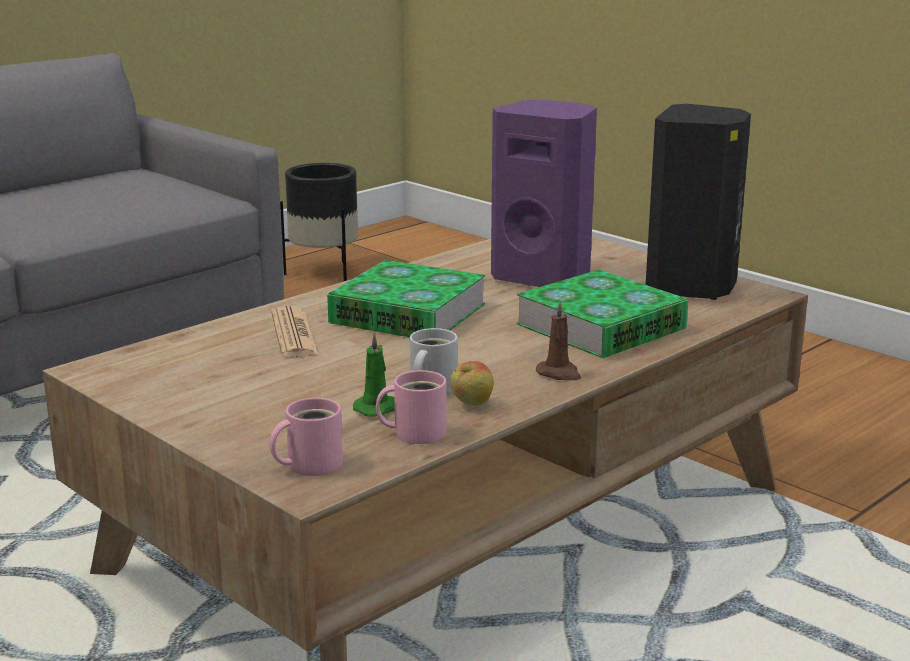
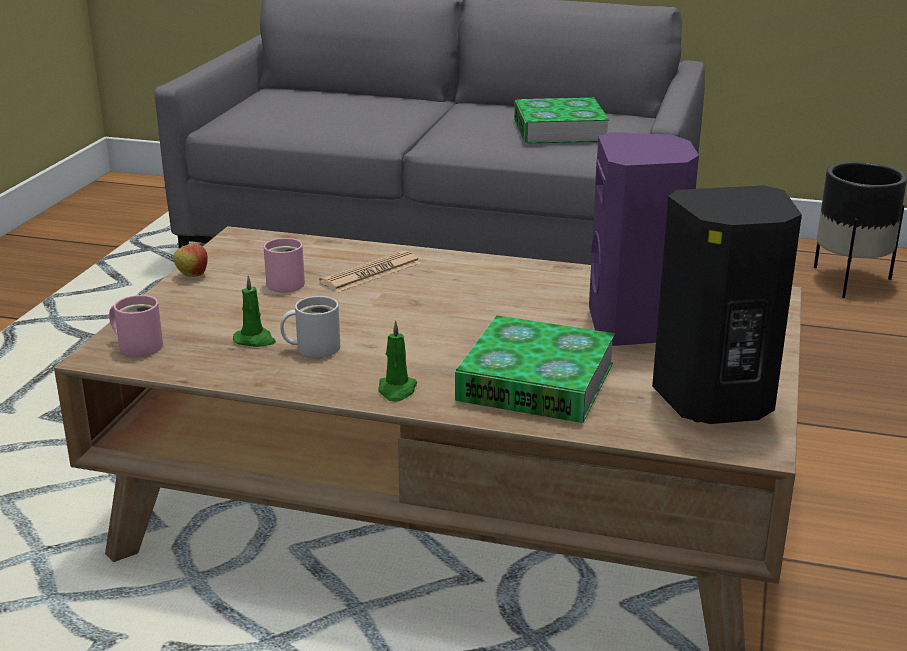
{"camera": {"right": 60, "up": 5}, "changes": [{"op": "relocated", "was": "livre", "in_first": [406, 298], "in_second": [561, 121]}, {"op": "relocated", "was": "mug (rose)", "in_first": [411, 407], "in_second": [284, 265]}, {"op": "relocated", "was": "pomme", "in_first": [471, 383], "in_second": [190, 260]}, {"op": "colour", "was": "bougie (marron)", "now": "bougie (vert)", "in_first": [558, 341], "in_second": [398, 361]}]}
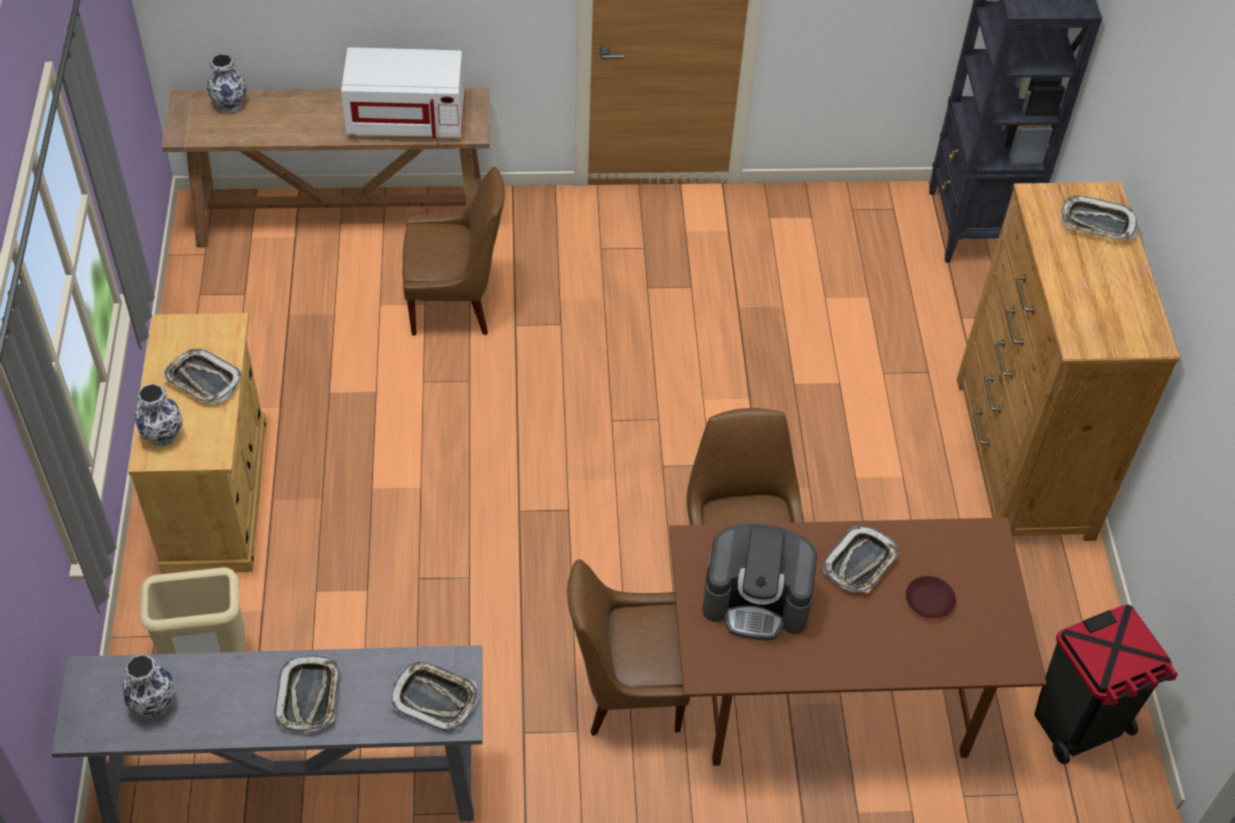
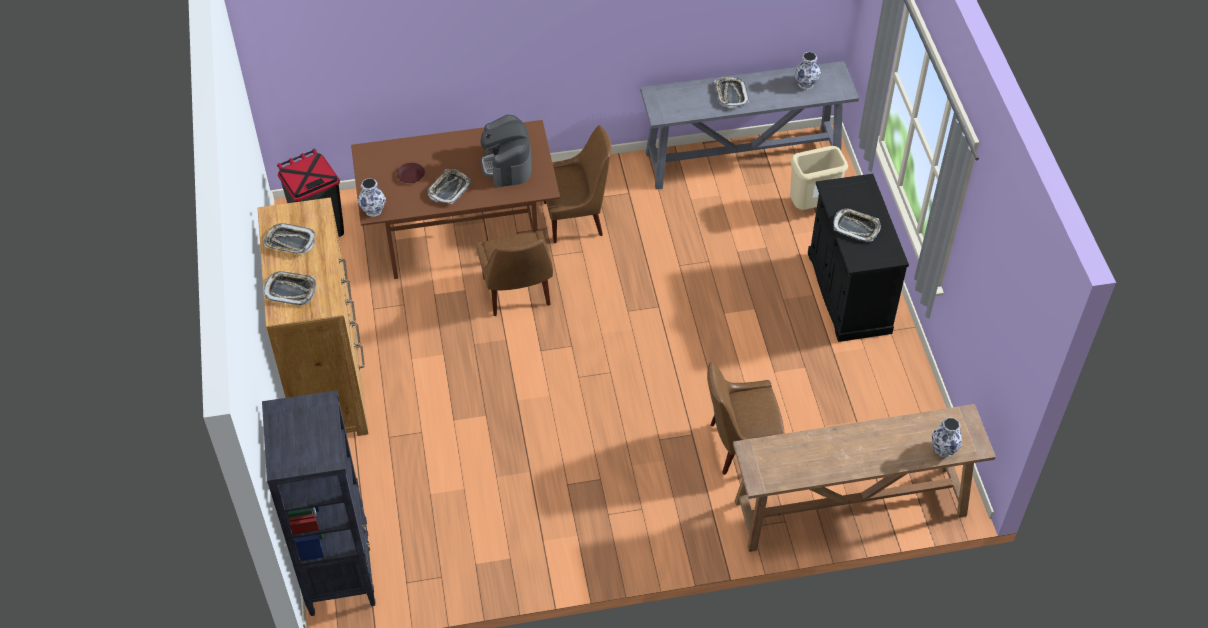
{"camera": {"right": 175, "up": 0}, "changes": [{"op": "missing", "was": "micro-ondes (blanc)", "in_first": [403, 93]}, {"op": "relocated", "was": "vase", "in_first": [158, 415], "in_second": [372, 197]}, {"op": "relocated", "was": "plateau", "in_first": [434, 696], "in_second": [289, 238]}, {"op": "colour", "was": "meuble de rangement (beige)", "now": "meuble de rangement (noir)", "in_first": [197, 443], "in_second": [858, 258]}, {"op": "spun", "was": "machine à café", "in_first": [759, 582], "in_second": [506, 151], "clockwise": -105}]}
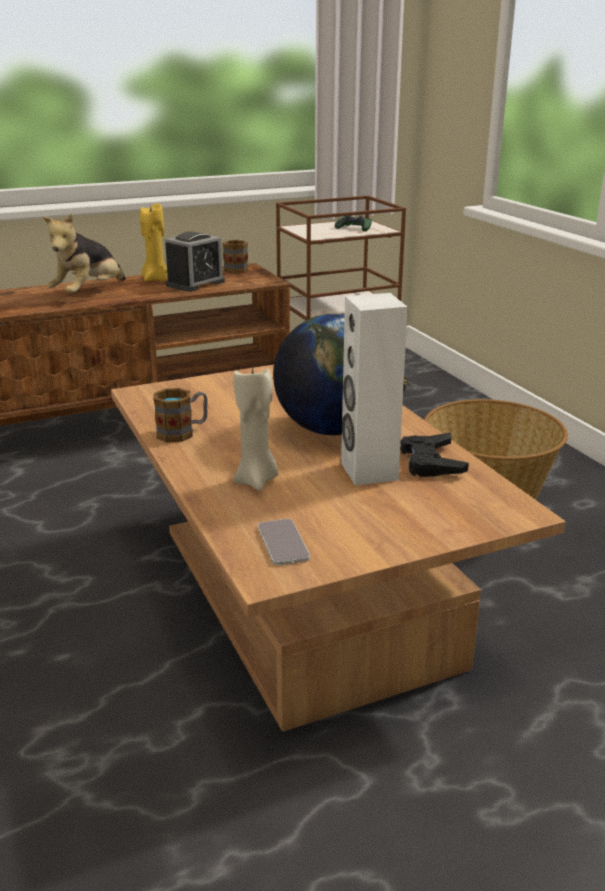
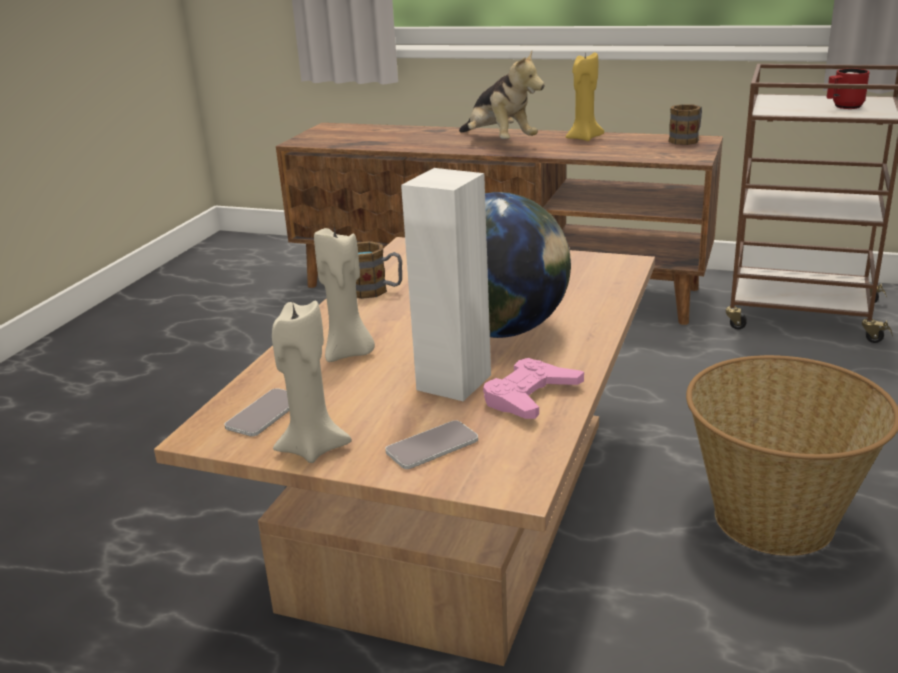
{"camera": {"right": 45, "up": 0}, "changes": [{"op": "missing", "was": "réveil", "in_first": [195, 261]}, {"op": "appeared", "now": "bougie (beige)", "in_second": [312, 381]}, {"op": "appeared", "now": "téléphone", "in_second": [431, 444]}, {"op": "exchanged", "was": "manette (vert)", "now": "mug (rouge)", "in_first": [353, 223], "in_second": [848, 88]}, {"op": "colour", "was": "manette (noir)", "now": "manette (rose)", "in_first": [434, 455], "in_second": [533, 388]}, {"op": "spun", "was": "peluche", "in_first": [84, 253], "in_second": [502, 95], "clockwise": -105}]}
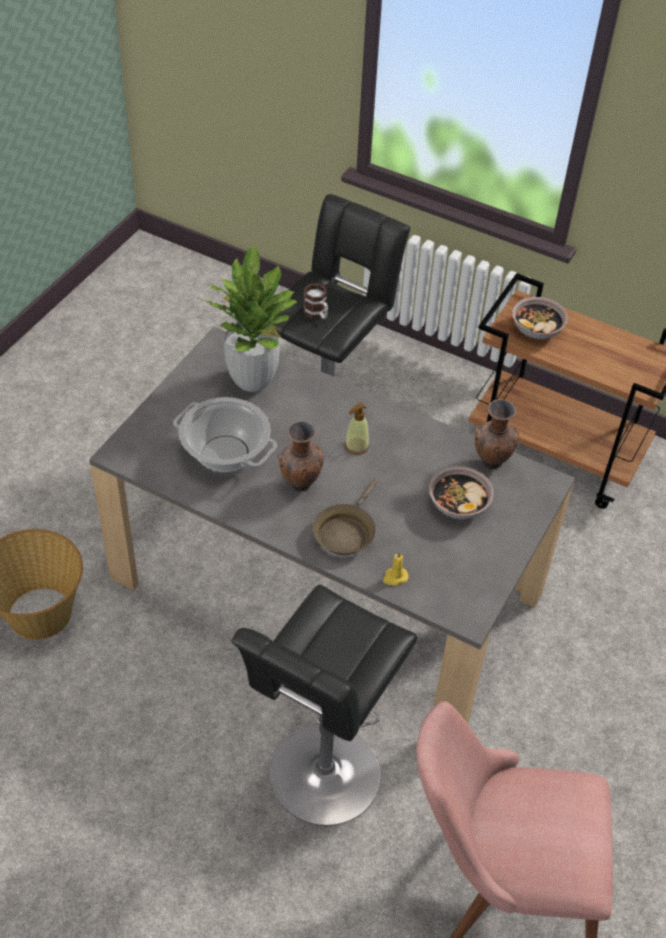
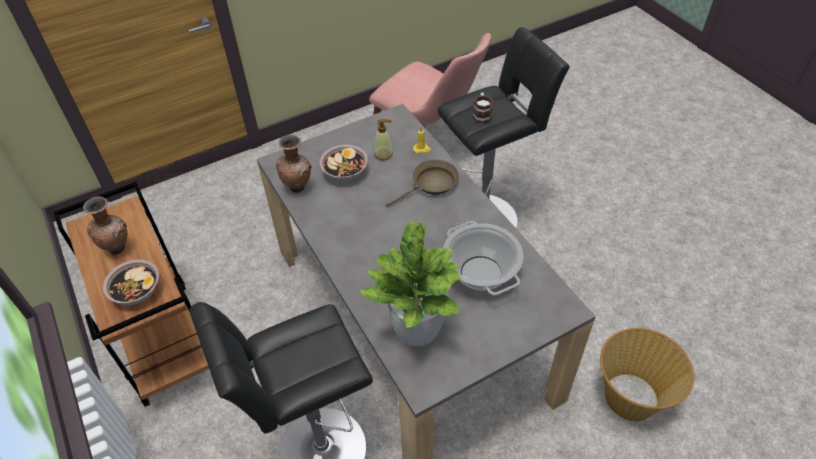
{"camera": {"right": -145, "up": 0}, "changes": [{"op": "relocated", "was": "vase (marron)", "in_first": [301, 456], "in_second": [105, 225]}, {"op": "relocated", "was": "mug", "in_first": [315, 301], "in_second": [483, 108]}, {"op": "relocated", "was": "distributeur de savon", "in_first": [357, 429], "in_second": [383, 139]}]}
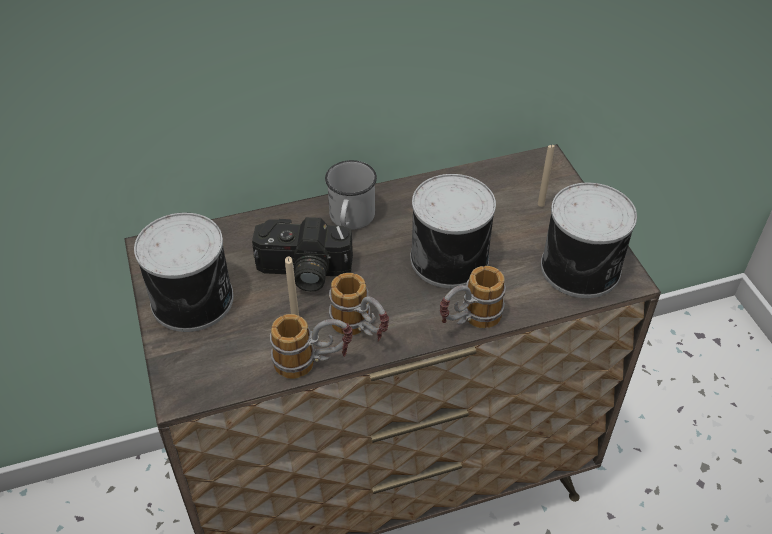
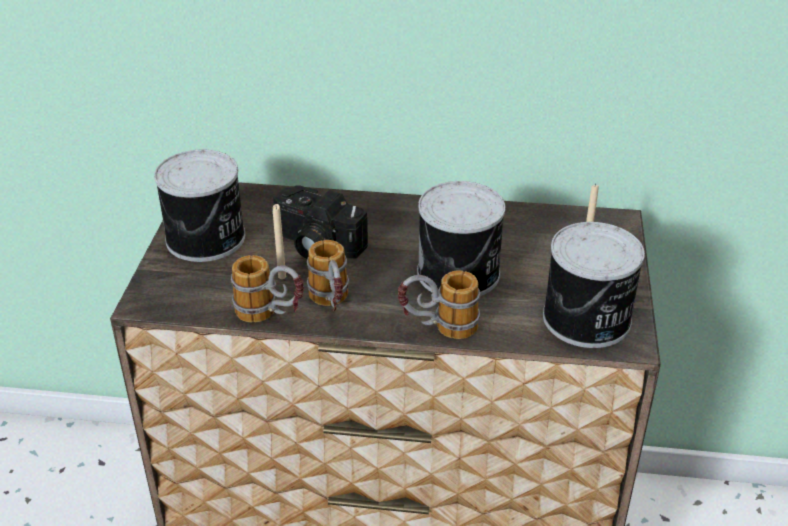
{"camera": {"right": 25, "up": -10}, "changes": [{"op": "missing", "was": "mug (blanc)", "in_first": [351, 195]}]}
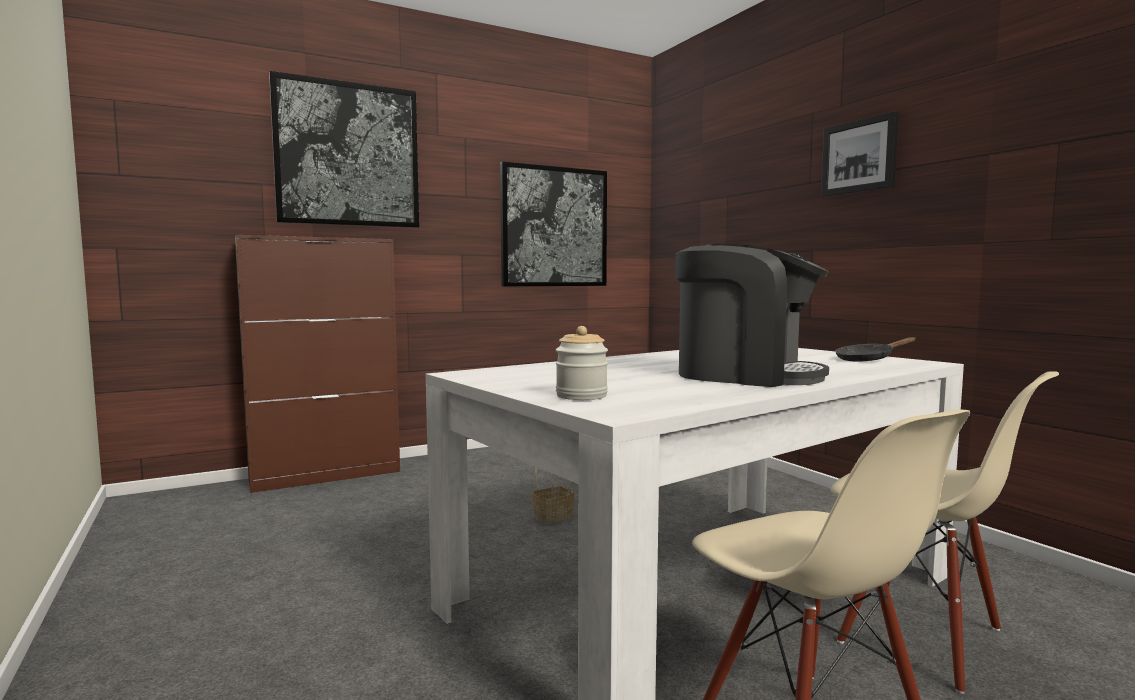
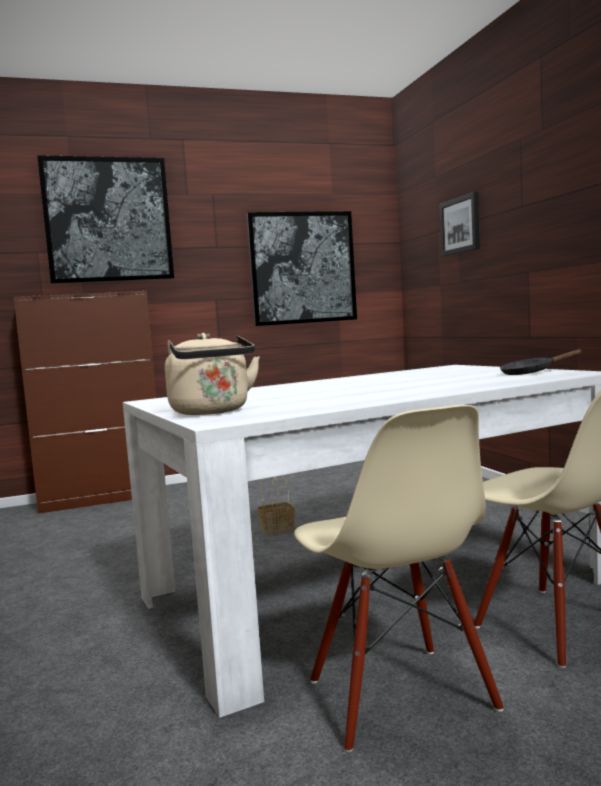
{"camera": {"right": 10, "up": 0}, "changes": [{"op": "missing", "was": "machine à café", "in_first": [752, 315]}, {"op": "relocated", "was": "tableau", "in_first": [860, 154], "in_second": [459, 224]}, {"op": "exchanged", "was": "bocal", "now": "bouilloire (beige)", "in_first": [582, 363], "in_second": [212, 374]}]}
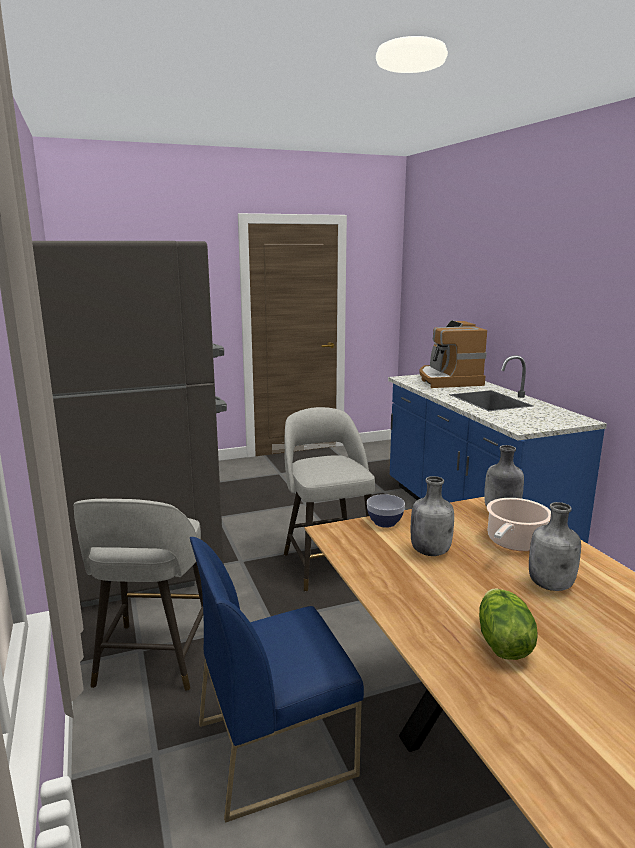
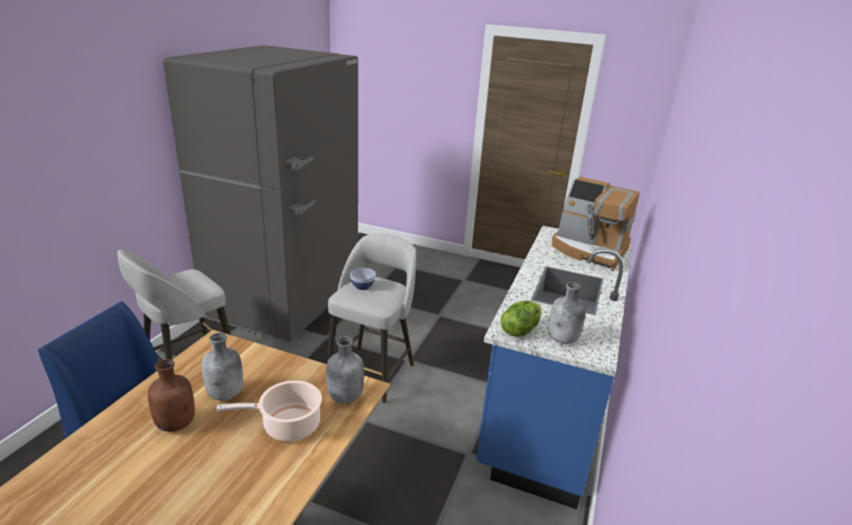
{"camera": {"right": 40, "up": 10}, "changes": [{"op": "appeared", "now": "bouteille (marron)", "in_second": [171, 395]}, {"op": "relocated", "was": "bol", "in_first": [386, 511], "in_second": [363, 279]}, {"op": "relocated", "was": "laitue", "in_first": [508, 624], "in_second": [521, 318]}, {"op": "relocated", "was": "bouteille (gris)", "in_first": [555, 546], "in_second": [567, 313]}, {"op": "spun", "was": "machine à café", "in_first": [453, 354], "in_second": [596, 224], "clockwise": -90}]}
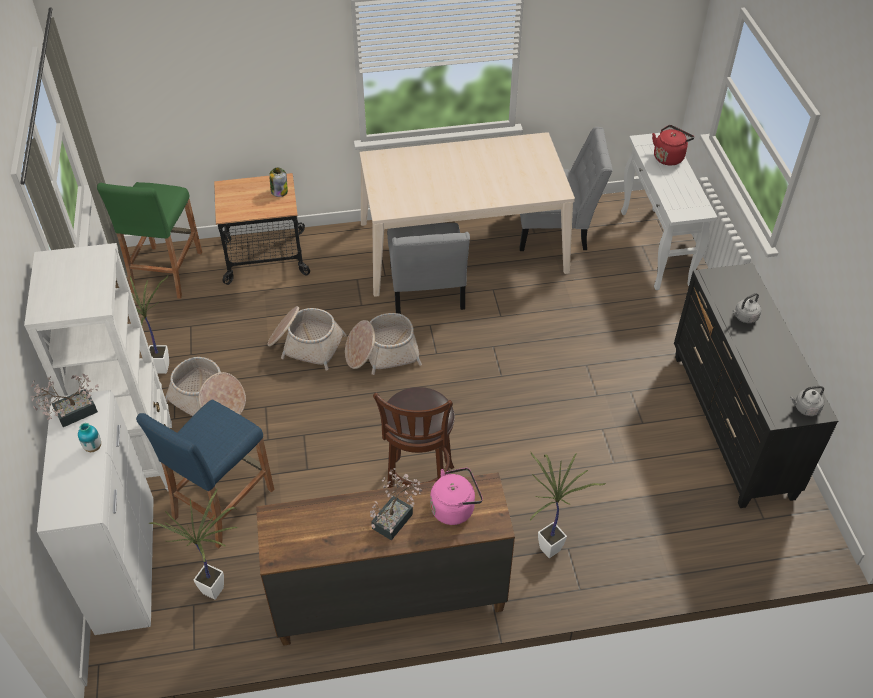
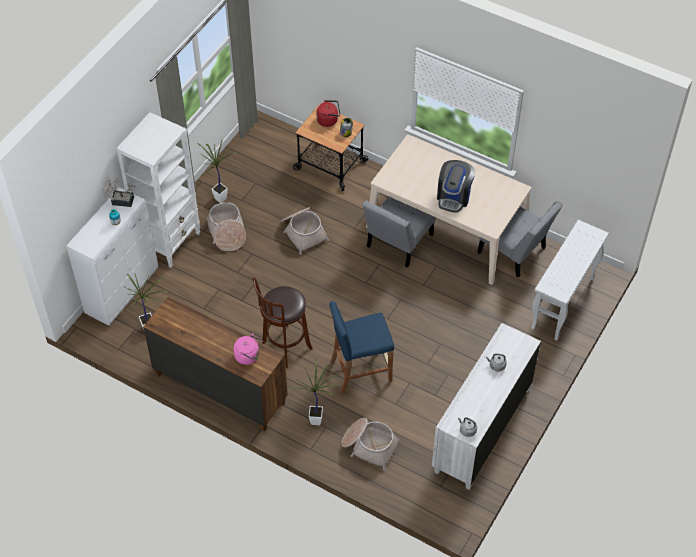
{"camera": {"right": 40, "up": 5}, "changes": [{"op": "missing", "was": "tabouret (vert)", "in_first": [149, 240]}, {"op": "missing", "was": "plante en pot", "in_first": [396, 504]}, {"op": "appeared", "now": "machine à café", "in_second": [456, 186]}, {"op": "relocated", "was": "tabouret (bleu)", "in_first": [205, 474], "in_second": [361, 347]}, {"op": "relocated", "was": "panier", "in_first": [383, 344], "in_second": [370, 444]}, {"op": "relocated", "was": "bouilloire (rouge)", "in_first": [673, 145], "in_second": [328, 113]}, {"op": "colour", "was": "commode (noir)", "now": "commode (blanc)", "in_first": [756, 385], "in_second": [486, 406]}]}
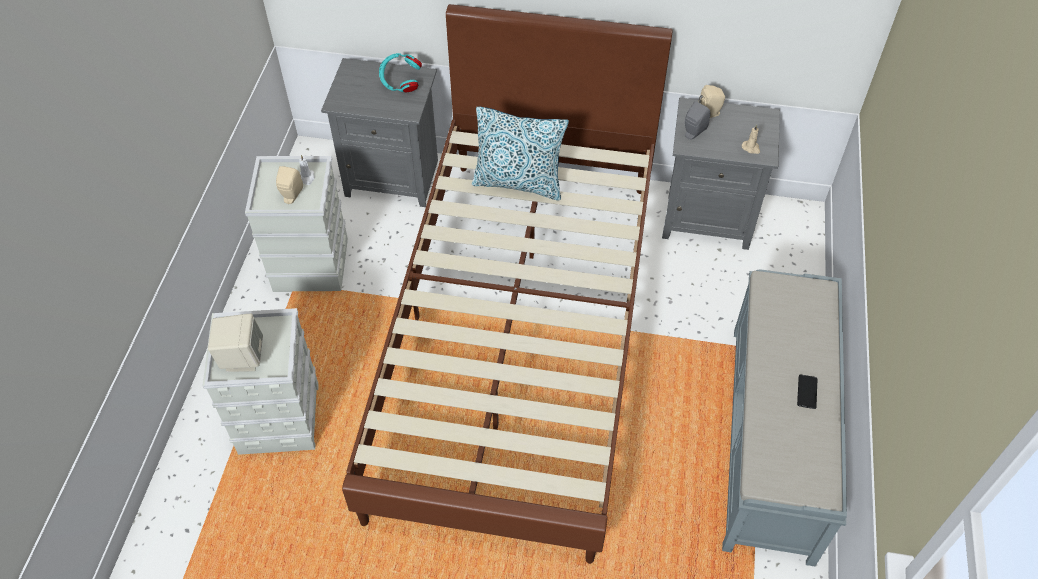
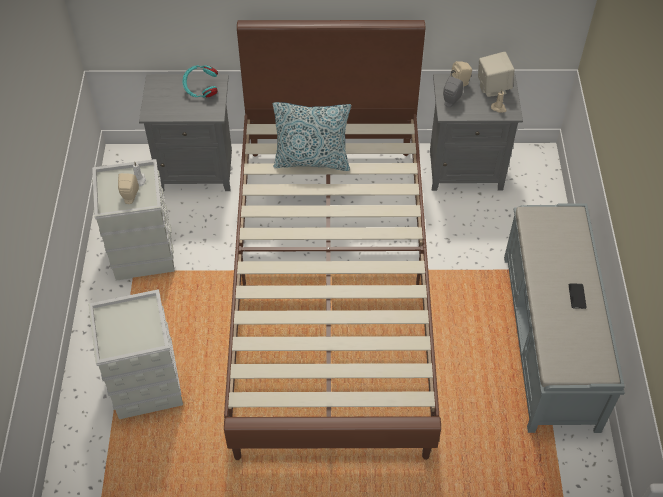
{"camera": {"right": -10, "up": 0}, "changes": [{"op": "relocated", "was": "enceinte (beige)", "in_first": [235, 343], "in_second": [496, 74]}]}
